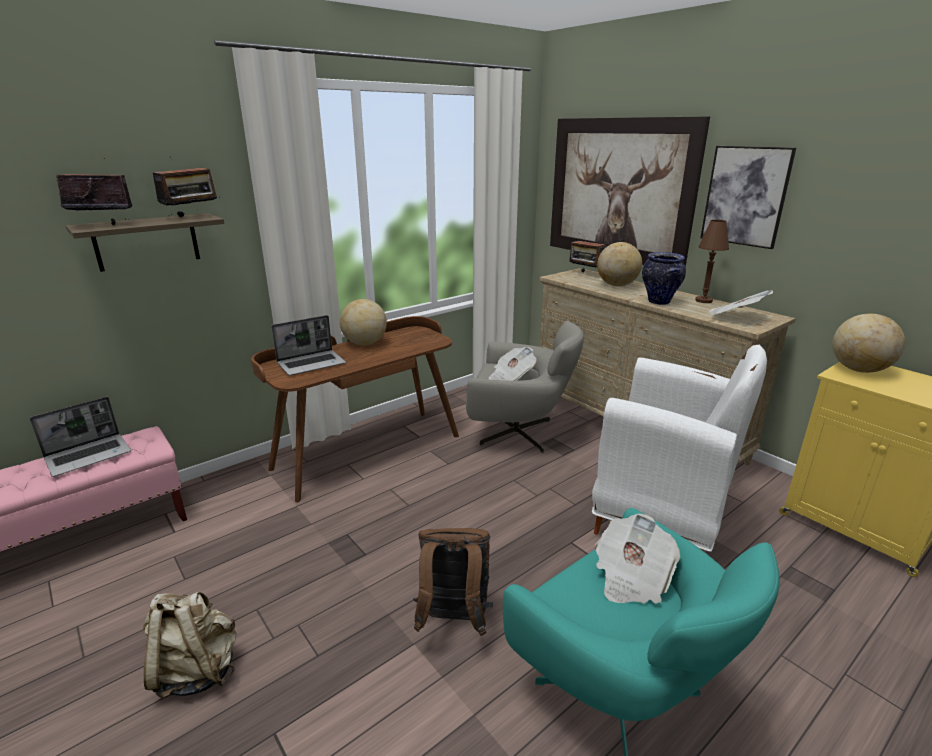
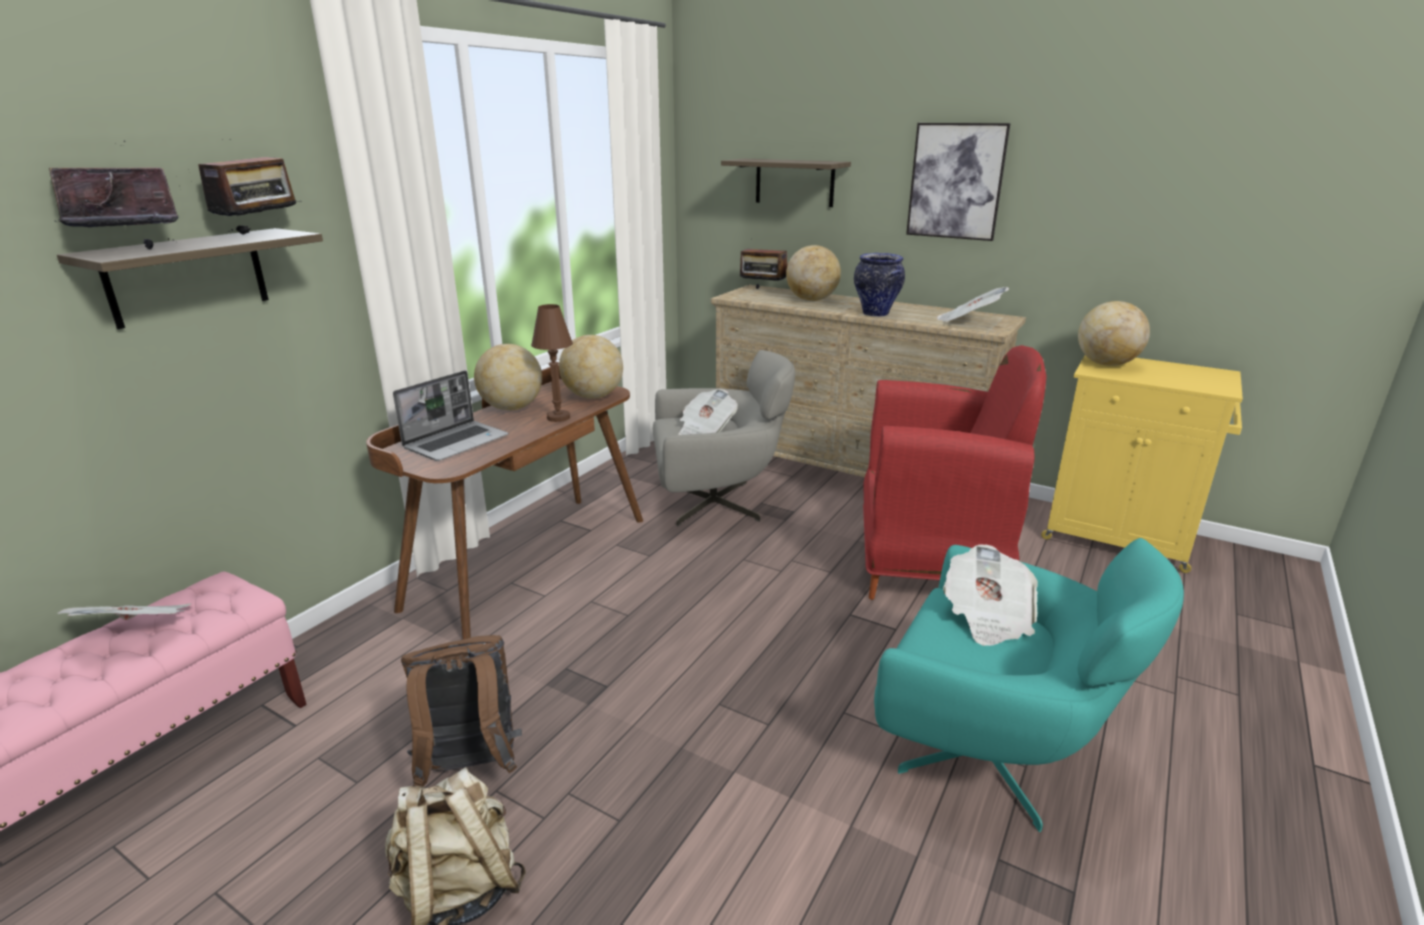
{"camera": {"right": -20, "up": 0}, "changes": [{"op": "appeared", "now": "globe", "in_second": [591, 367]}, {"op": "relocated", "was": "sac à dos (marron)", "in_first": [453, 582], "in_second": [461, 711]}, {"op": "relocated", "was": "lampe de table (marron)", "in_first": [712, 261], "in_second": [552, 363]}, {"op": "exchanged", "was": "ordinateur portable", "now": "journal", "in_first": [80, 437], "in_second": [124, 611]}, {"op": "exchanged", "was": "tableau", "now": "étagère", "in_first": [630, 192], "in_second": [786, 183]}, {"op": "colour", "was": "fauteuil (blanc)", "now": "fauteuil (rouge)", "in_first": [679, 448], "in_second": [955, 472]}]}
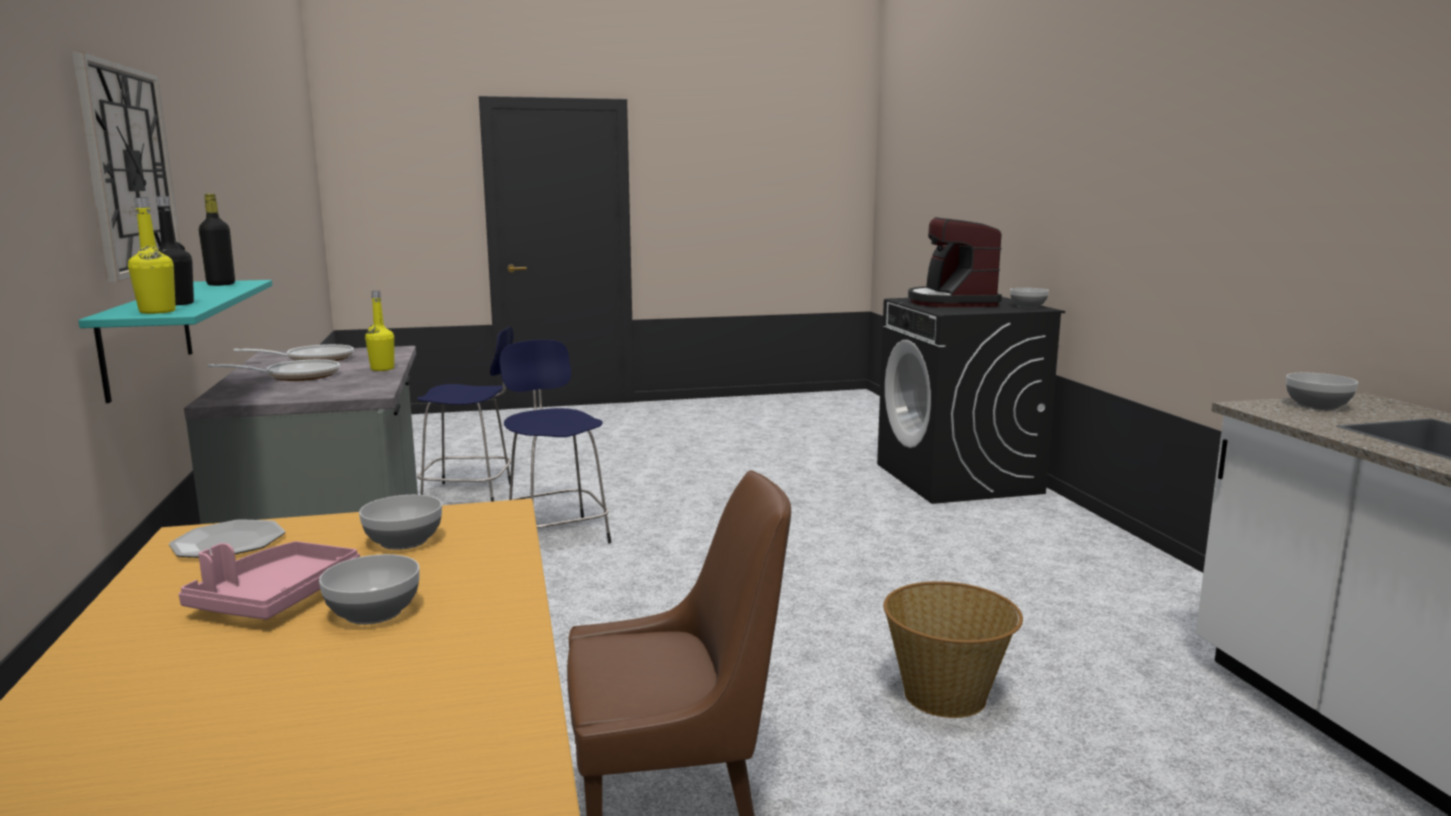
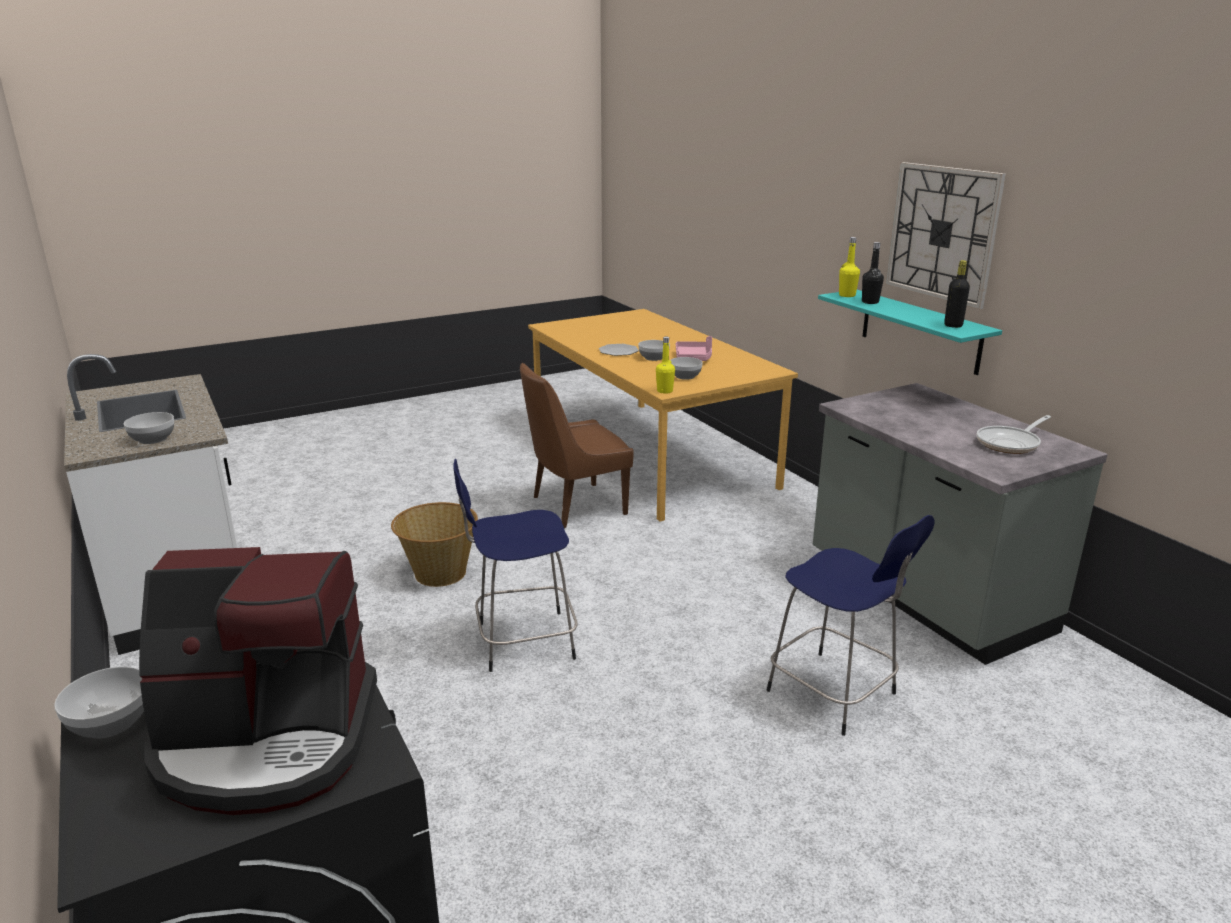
{"camera": {"right": 165, "up": 10}, "changes": [{"op": "missing", "was": "poêle", "in_first": [274, 370]}, {"op": "relocated", "was": "assiette", "in_first": [227, 538], "in_second": [619, 350]}, {"op": "relocated", "was": "bouteille (jaune)", "in_first": [379, 331], "in_second": [665, 365]}, {"op": "relocated", "was": "tabouret (bleu)", "in_first": [465, 414], "in_second": [515, 565]}, {"op": "spun", "was": "machine à café", "in_first": [955, 262], "in_second": [258, 681], "clockwise": 105}]}
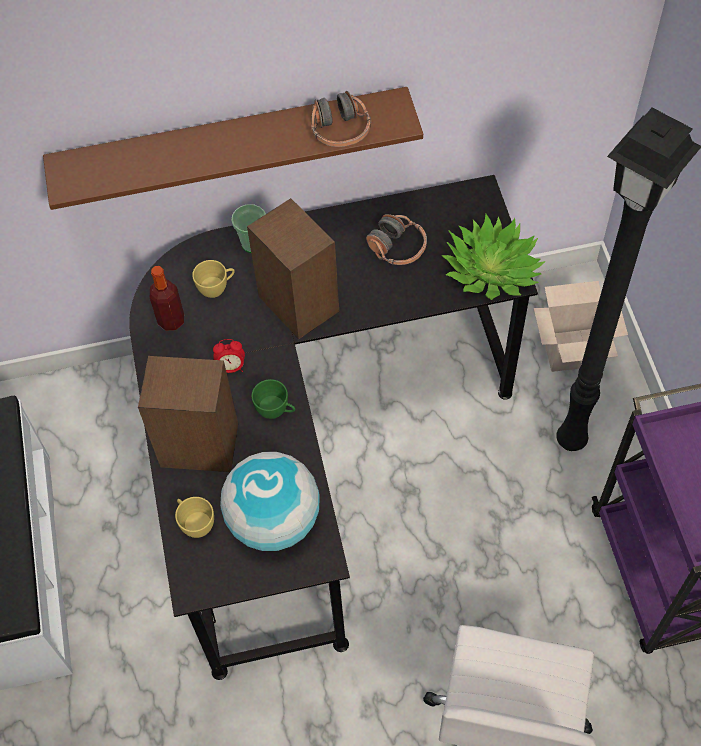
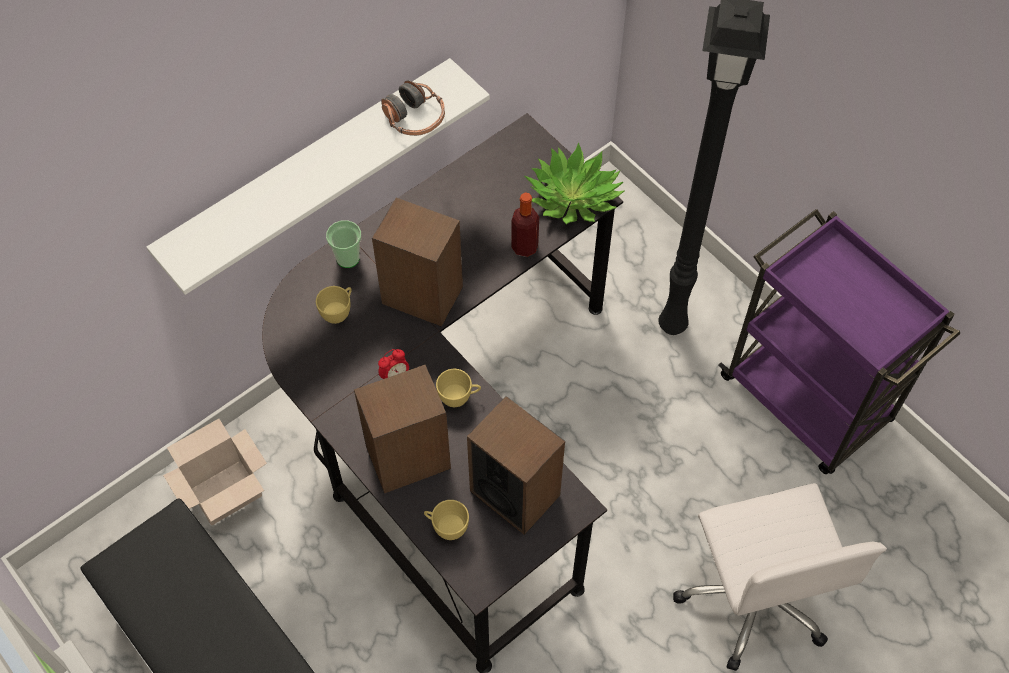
{"camera": {"right": -30, "up": 0}, "changes": [{"op": "missing", "was": "casque audio", "in_first": [396, 239]}, {"op": "relocated", "was": "bouteille", "in_first": [167, 298], "in_second": [525, 224]}, {"op": "relocated", "was": "carton", "in_first": [581, 326], "in_second": [215, 472]}, {"op": "exchanged", "was": "globe", "now": "enceinte", "in_first": [270, 501], "in_second": [516, 465]}, {"op": "colour", "was": "étagère (marron)", "now": "étagère (blanc)", "in_first": [233, 148], "in_second": [318, 176]}, {"op": "colour", "was": "tasse (vert)", "now": "tasse (jaune)", "in_first": [273, 399], "in_second": [458, 388]}]}
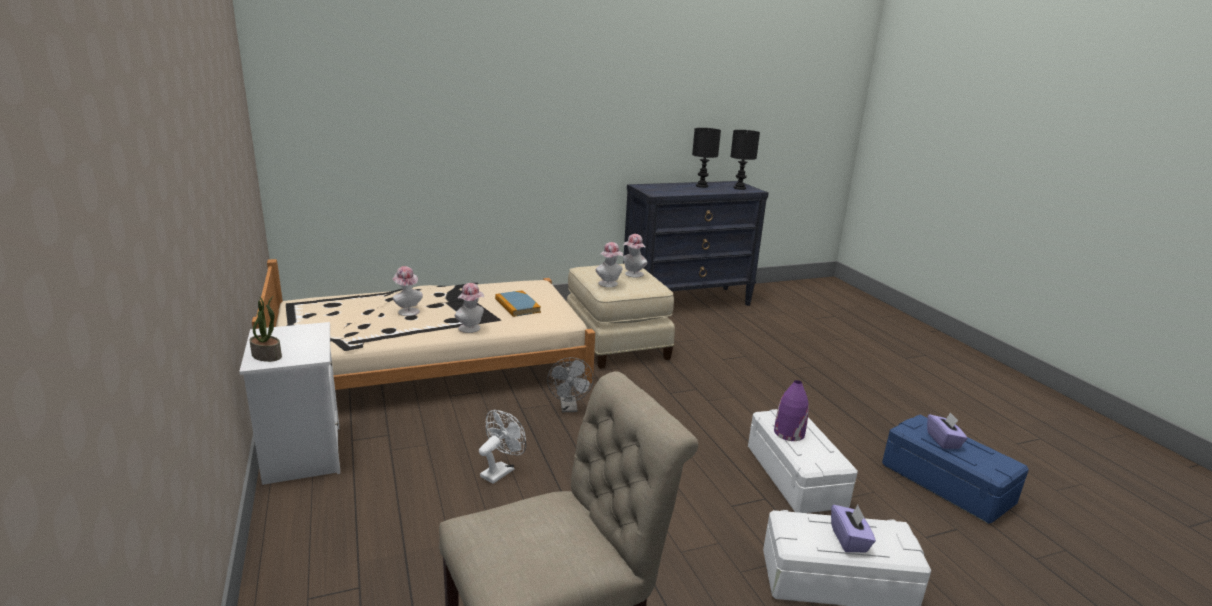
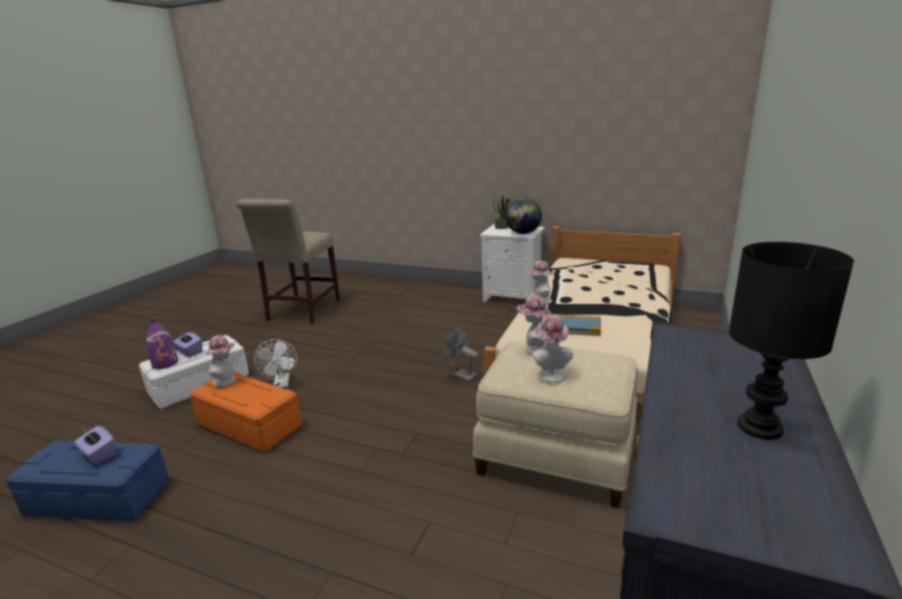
{"camera": {"right": 135, "up": 0}, "changes": [{"op": "missing", "was": "lampe de table (noir)", "in_first": [745, 160]}, {"op": "appeared", "now": "globe", "in_second": [524, 216]}, {"op": "relocated", "was": "chapeau", "in_first": [407, 291], "in_second": [221, 361]}, {"op": "relocated", "was": "ventilateur (blanc)", "in_first": [502, 447], "in_second": [275, 363]}, {"op": "relocated", "was": "vase (violet)", "in_first": [791, 410], "in_second": [162, 344]}, {"op": "colour", "was": "boîte de rangement (blanc)", "now": "boîte de rangement (orange)", "in_first": [803, 461], "in_second": [246, 412]}]}
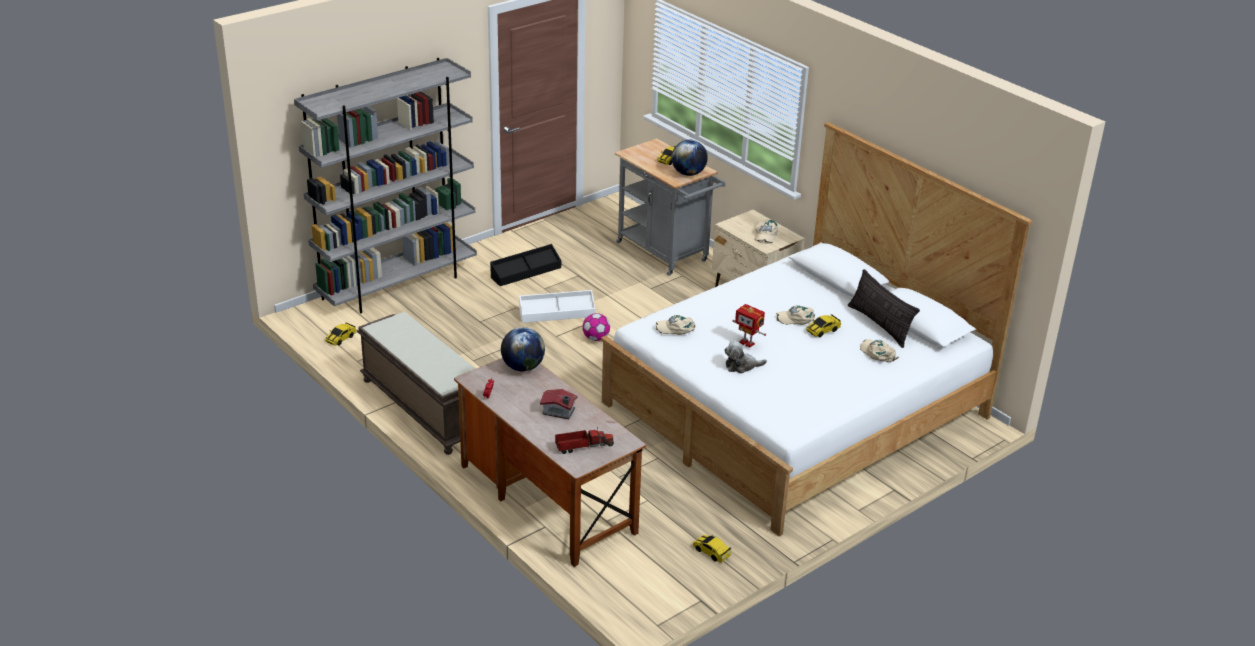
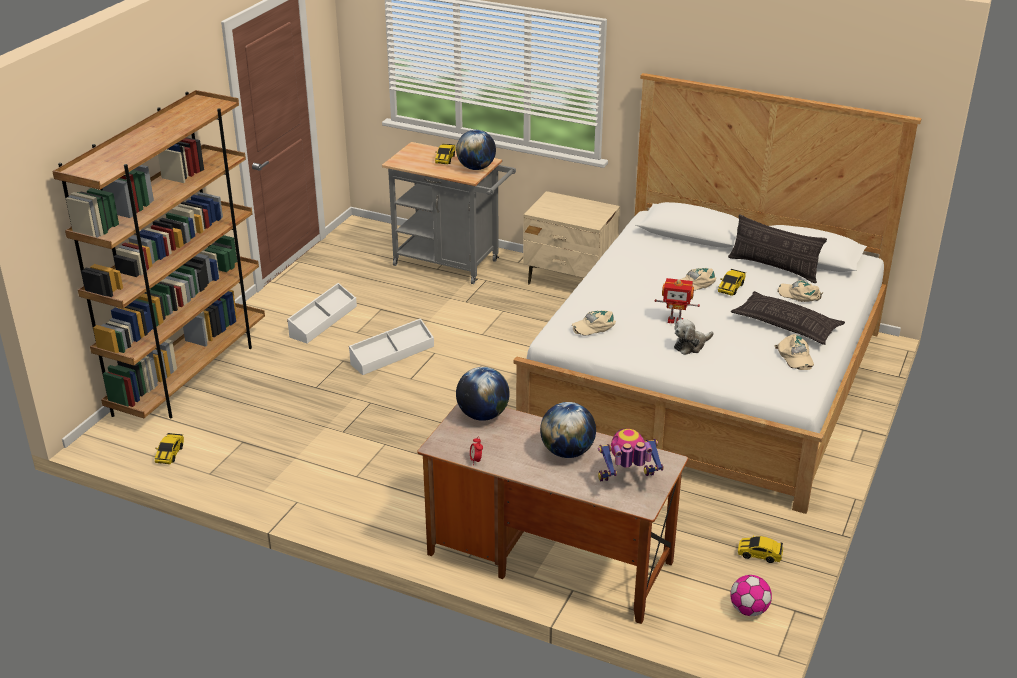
{"camera": {"right": -25, "up": 0}, "changes": [{"op": "missing", "was": "banc (marron)", "in_first": [416, 383]}, {"op": "appeared", "now": "coussin", "in_second": [788, 318]}, {"op": "relocated", "was": "ballon de foot", "in_first": [596, 327], "in_second": [751, 595]}, {"op": "relocated", "was": "casquette (beige)", "in_first": [766, 231], "in_second": [794, 352]}, {"op": "exchanged", "was": "maison miniature", "now": "globe", "in_first": [559, 404], "in_second": [568, 430]}, {"op": "exchanged", "was": "camion jouet", "now": "robot jouet", "in_first": [584, 440], "in_second": [631, 455]}, {"op": "colour", "was": "bibliothèque (gris)", "now": "bibliothèque (marron)", "in_first": [385, 185], "in_second": [158, 254]}, {"op": "colour", "was": "boîte de rangement (noir)", "now": "boîte de rangement (blanc)", "in_first": [525, 265], "in_second": [322, 313]}]}
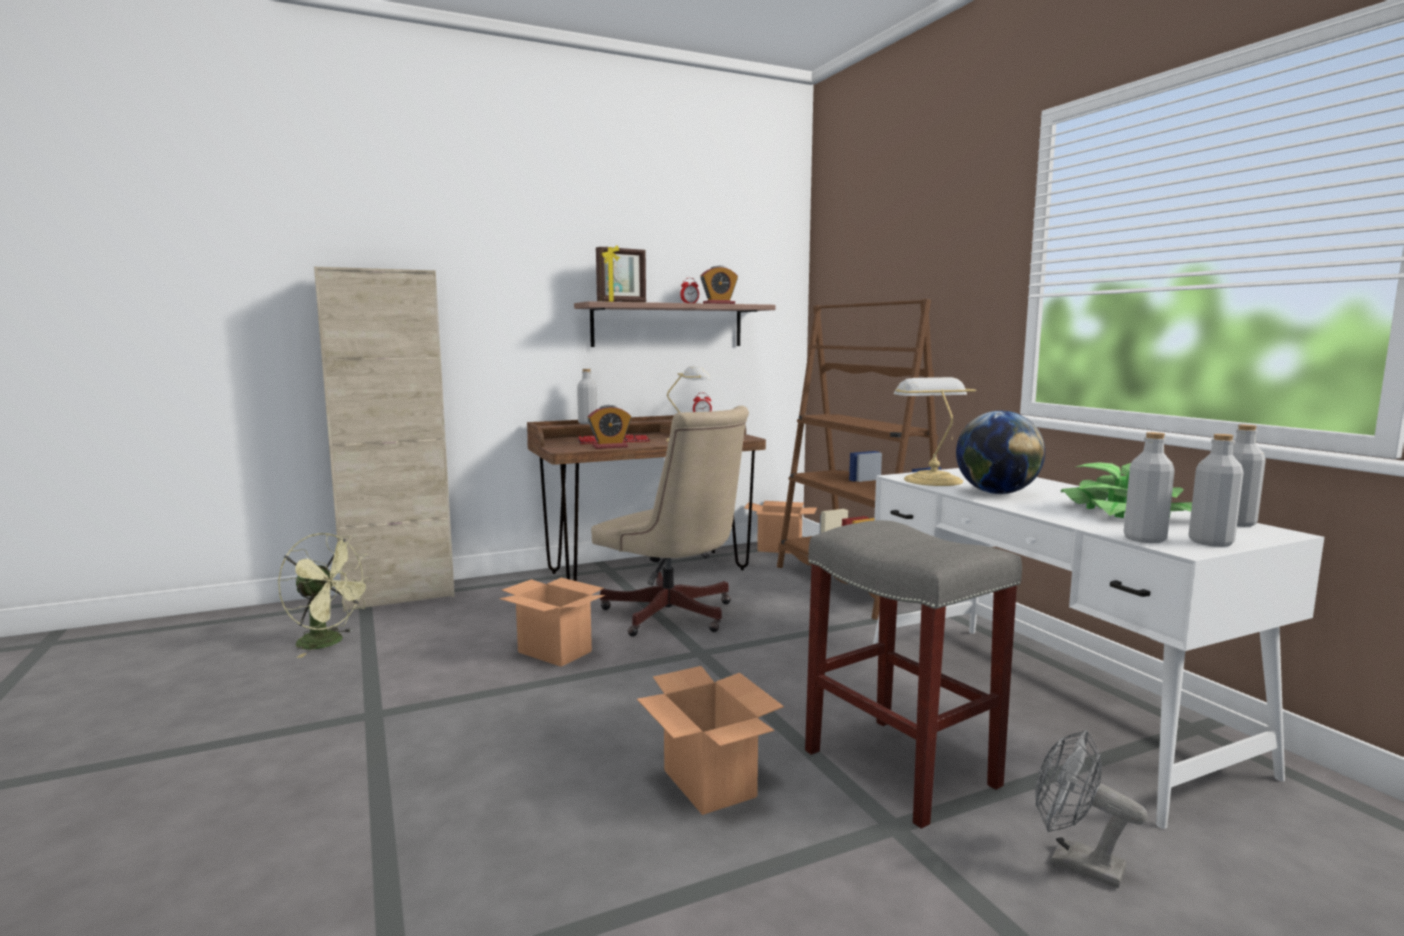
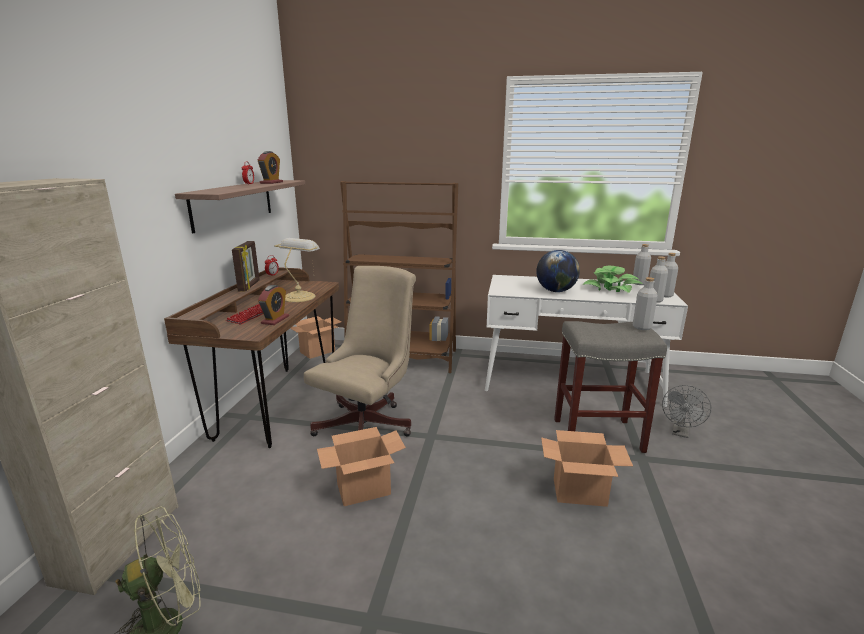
{"camera": {"right": -55, "up": 10}, "changes": [{"op": "missing", "was": "lampe de table", "in_first": [935, 431]}, {"op": "relocated", "was": "bouteille (gris)", "in_first": [587, 396], "in_second": [645, 303]}, {"op": "relocated", "was": "cadre photo", "in_first": [621, 273], "in_second": [246, 266]}, {"op": "spun", "was": "chaise de bureau (beige)", "in_first": [670, 521], "in_second": [360, 351], "clockwise": -45}, {"op": "spun", "was": "ventilateur (gris)", "in_first": [1091, 809], "in_second": [686, 411], "clockwise": -45}]}
